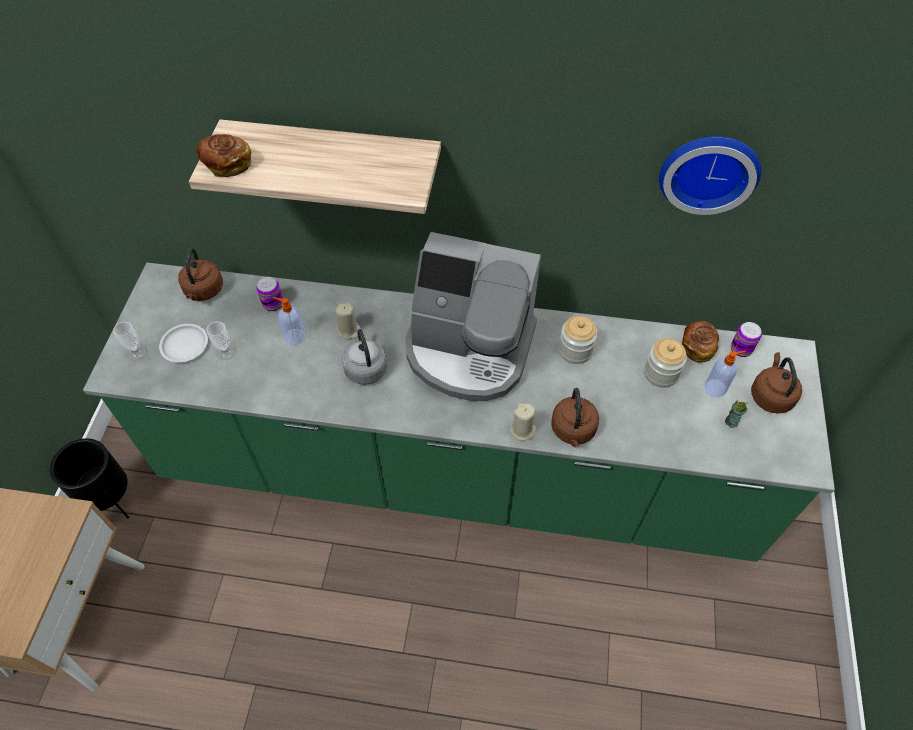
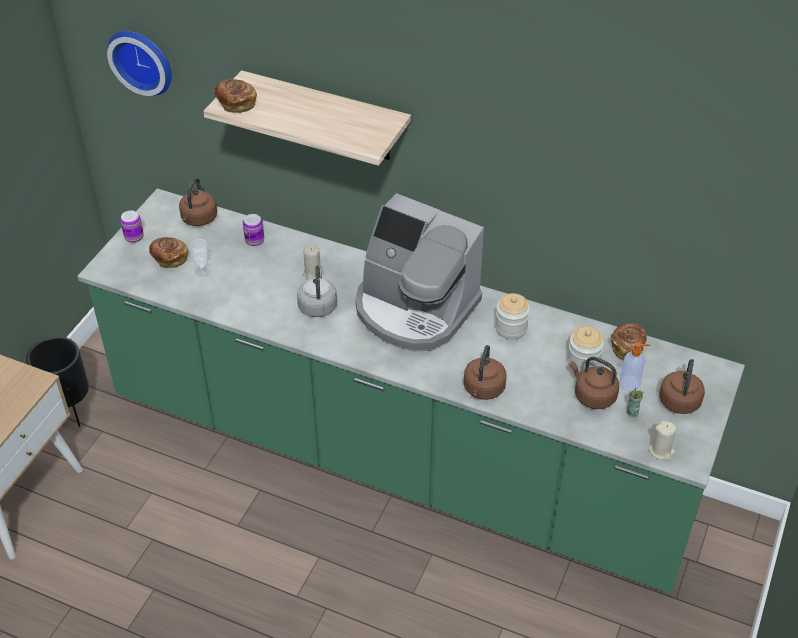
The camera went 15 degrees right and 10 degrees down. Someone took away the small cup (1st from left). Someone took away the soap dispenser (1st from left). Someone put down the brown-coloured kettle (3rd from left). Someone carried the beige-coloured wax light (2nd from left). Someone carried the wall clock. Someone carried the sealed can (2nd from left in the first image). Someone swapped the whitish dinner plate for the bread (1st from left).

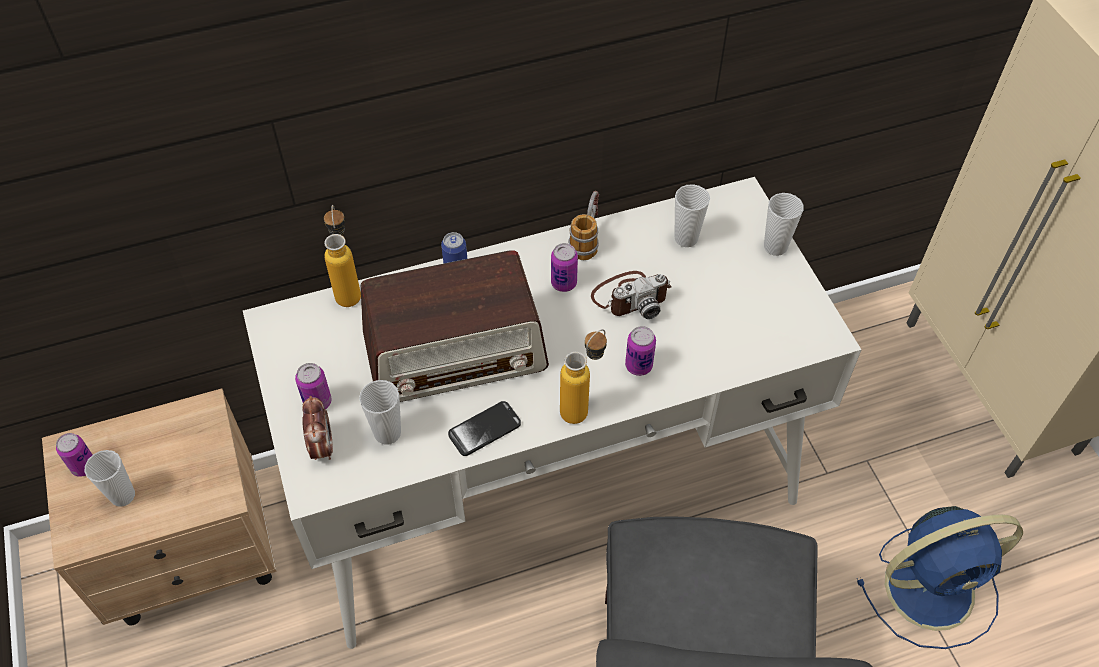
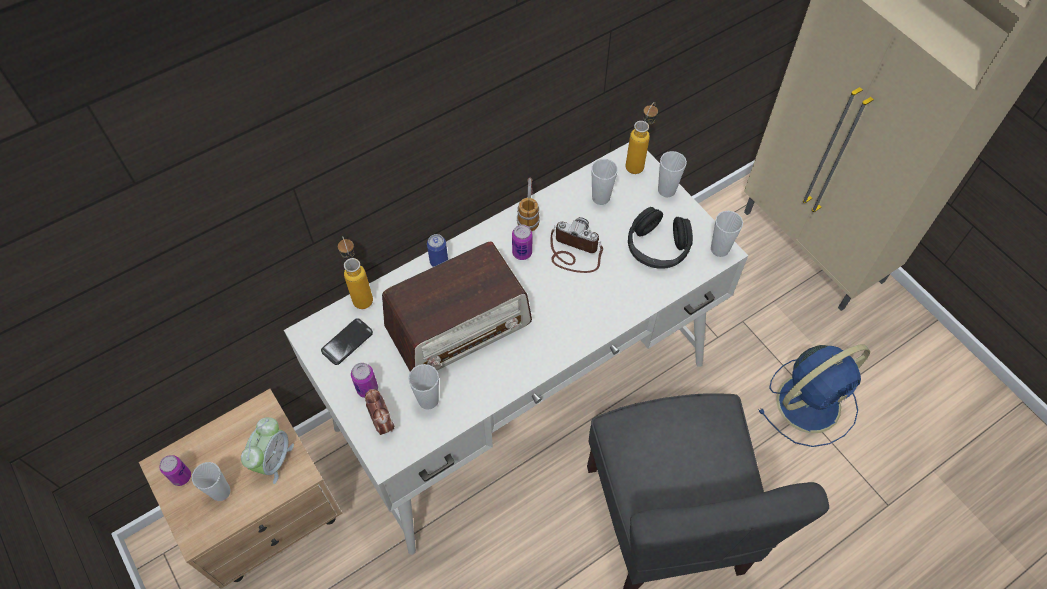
The camera went 15 degrees left and 5 degrees up. Someone took away the sealed can (5th from left). Someone put down the bedside clock (1st from left). Someone put down the black headphones. Someone put down the small cup (5th from left). Someone carried the handset. Someone carried the beverage bottle (2nd from left). Someone rotated the still camera by 120 degrees counterclockwise.

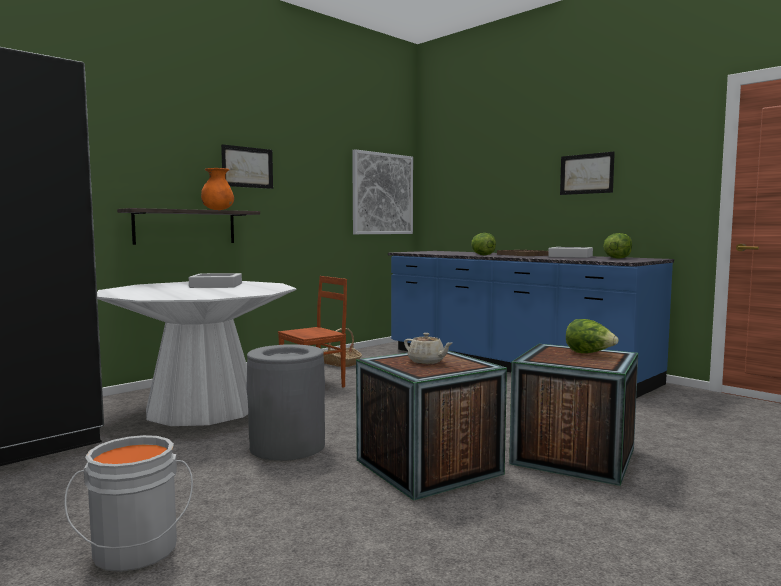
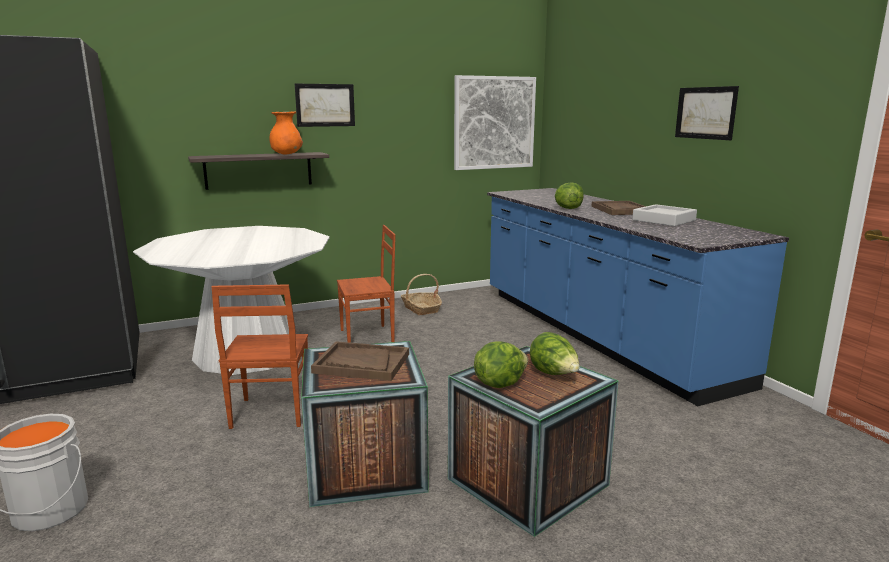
The camera went 20 degrees right and 10 degrees up. Someone took away the greyish carrying tray (1st from left). Someone carried the head of lettuce (3rd from left in the first image). Someone swapped the greyish rubbish bin for the brown-coloured plain chair (1st from left). Someone swapped the beige-coloured tea pot for the brown-coloured carrying tray (1st from left).

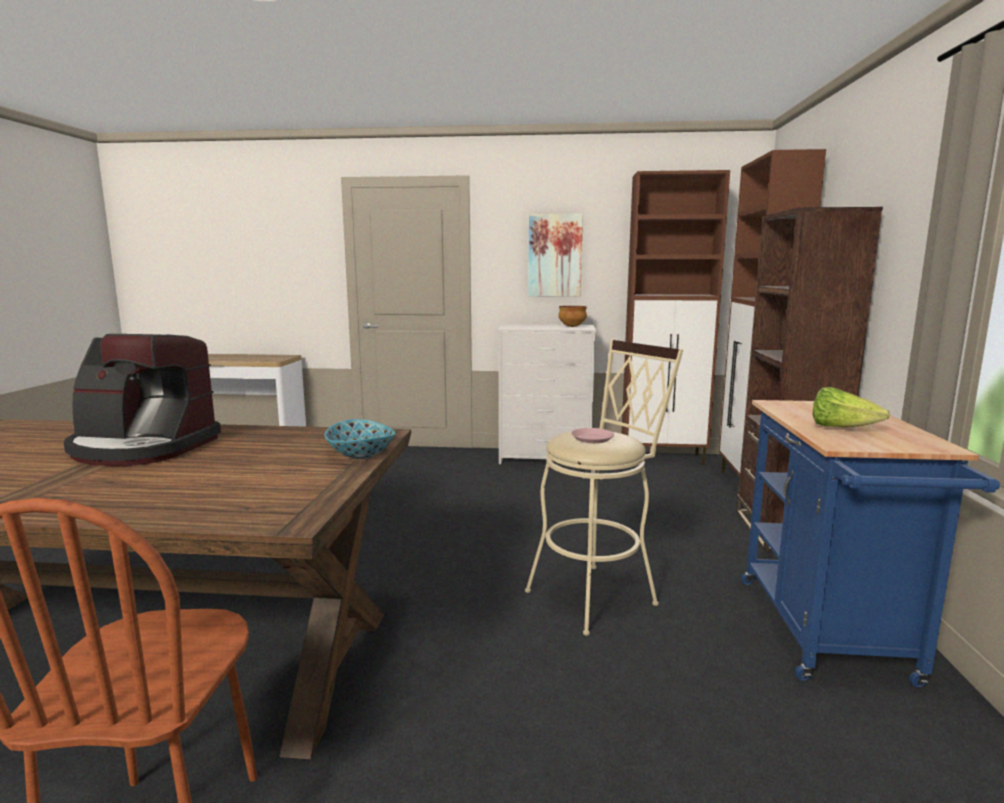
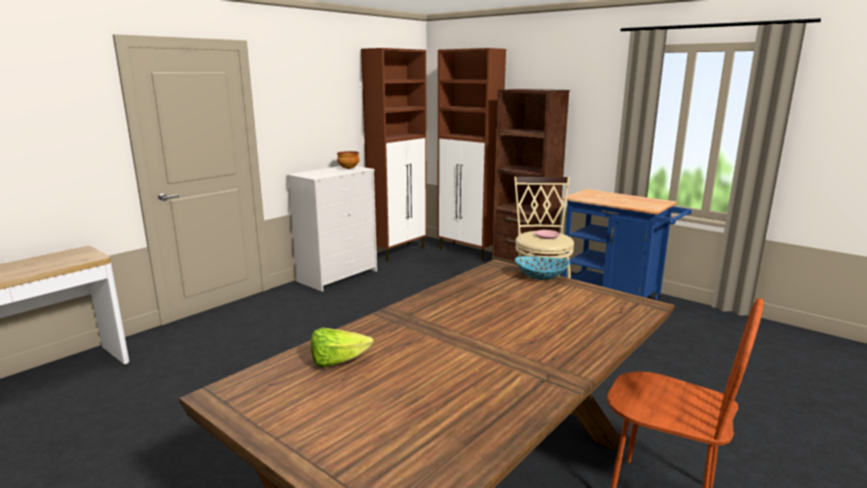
The camera went 55 degrees left and 5 degrees up. Someone took away the coffee brewer. Someone took away the picture. Someone carried the head of lettuce.

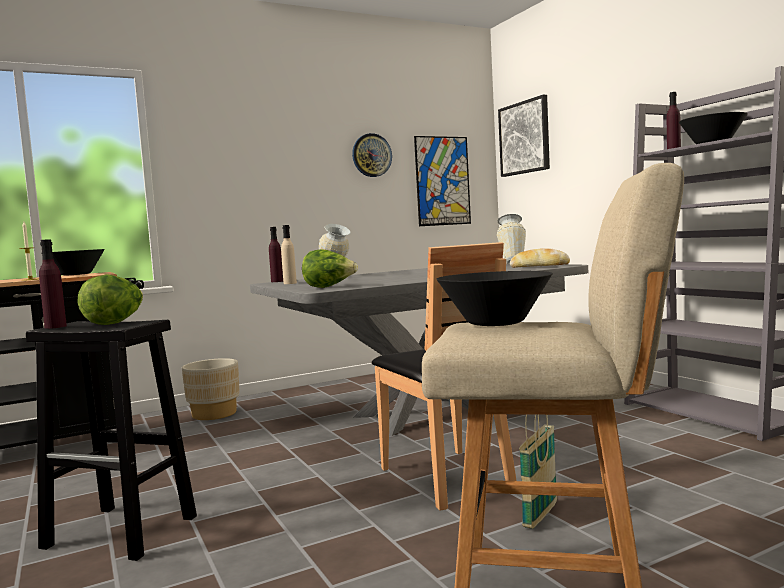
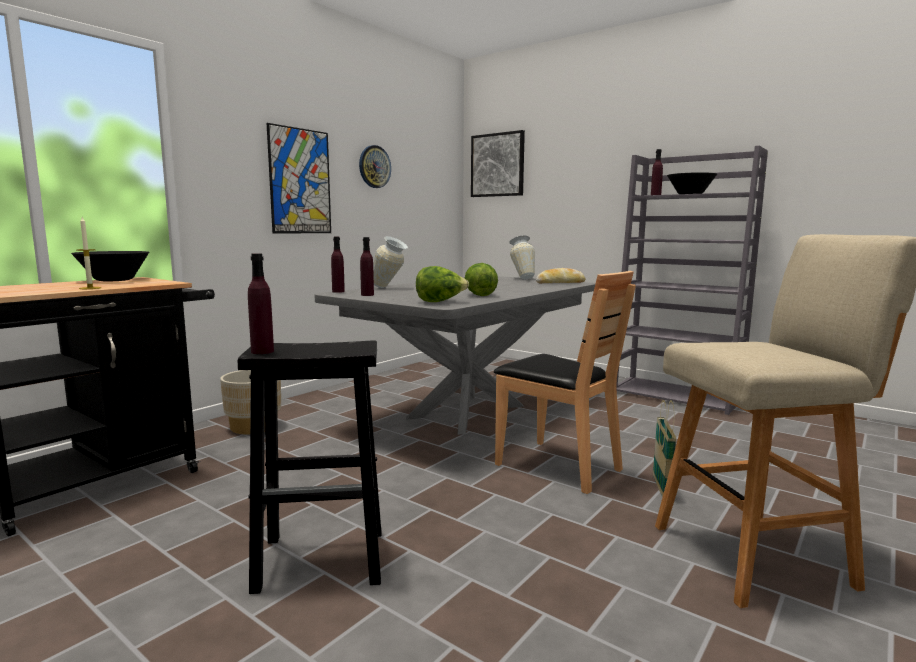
The camera went 25 degrees left and 5 degrees up. Someone took away the black serving bowl (2nd from left). Someone carried the head of lettuce (1st from left in the first image). Someone carried the picture (1st from left). Someone repainted the beige-coloured beverage bottle, which became the purple-coloured beverage bottle (3rd from left).

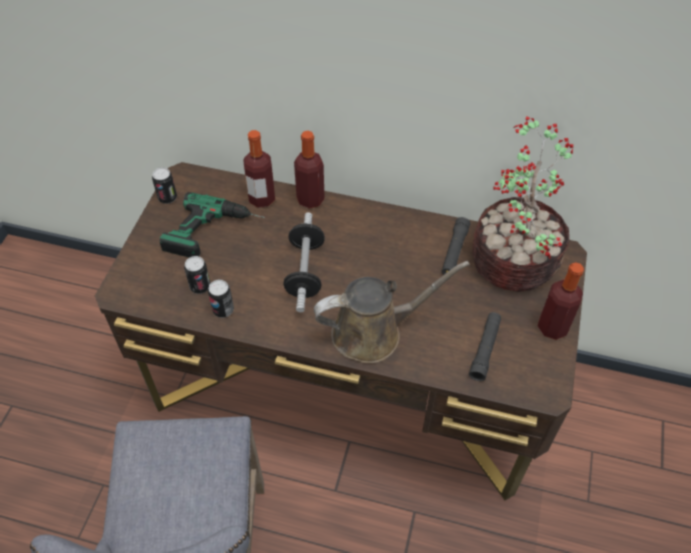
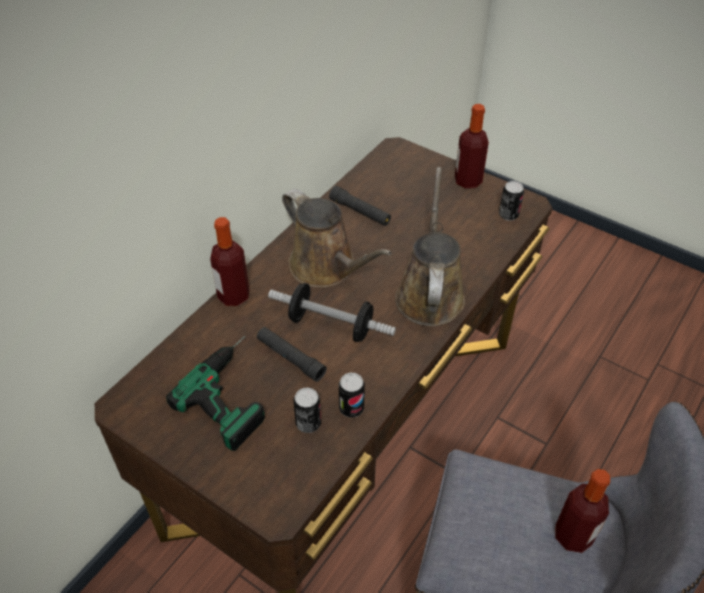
The camera went 70 degrees left and 5 degrees down. Someone took away the potted plant. Someone put down the brown-coloured sprinkling can (1st from left). Someone carried the sealed can (1st from left in the first image). Someone carried the beverage bottle (1st from left in the first image). Someone carried the black hand torch (2nd from left in the first image).

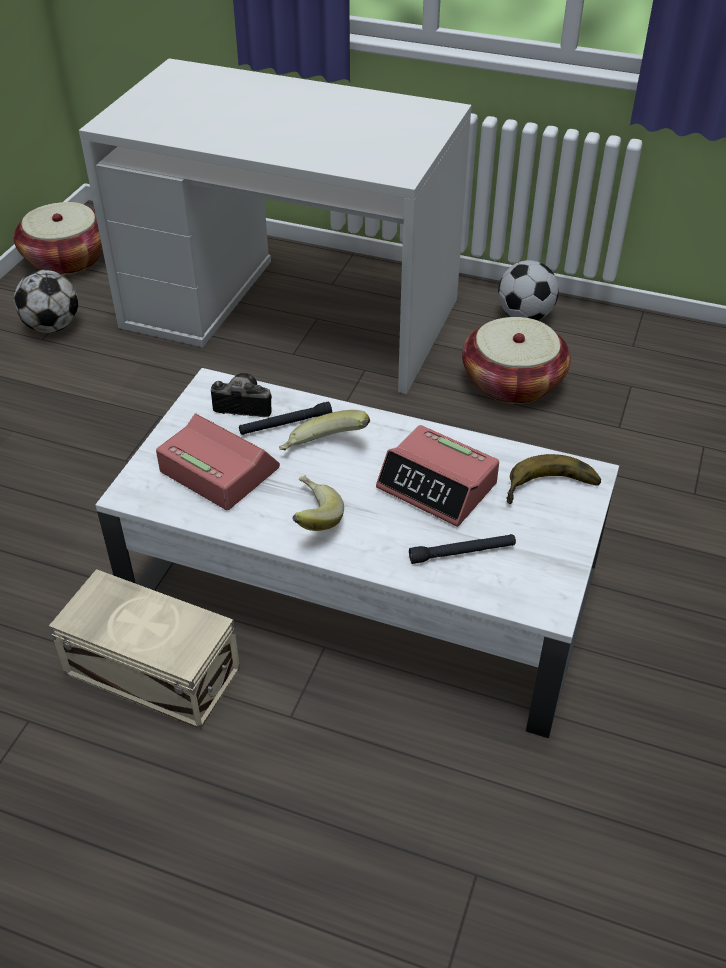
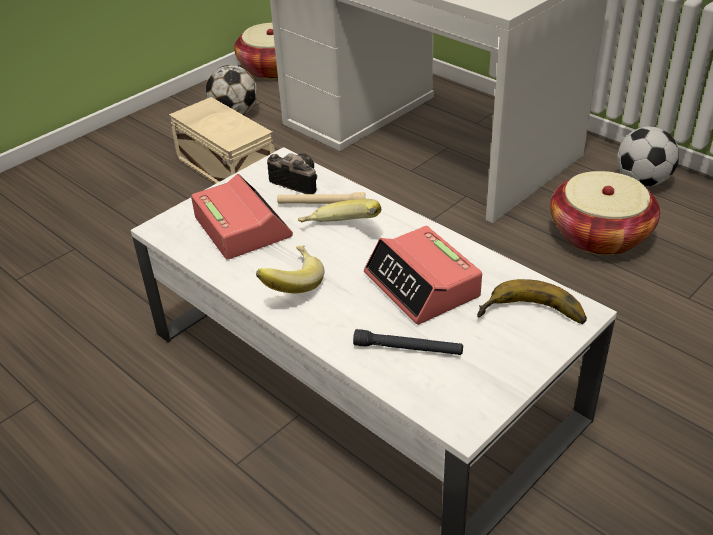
The camera went 25 degrees right and 5 degrees down. Someone carried the beige-coloured storage box. Someone repainted the black hand torch (1st from left), which became the beige-coloured hand torch.

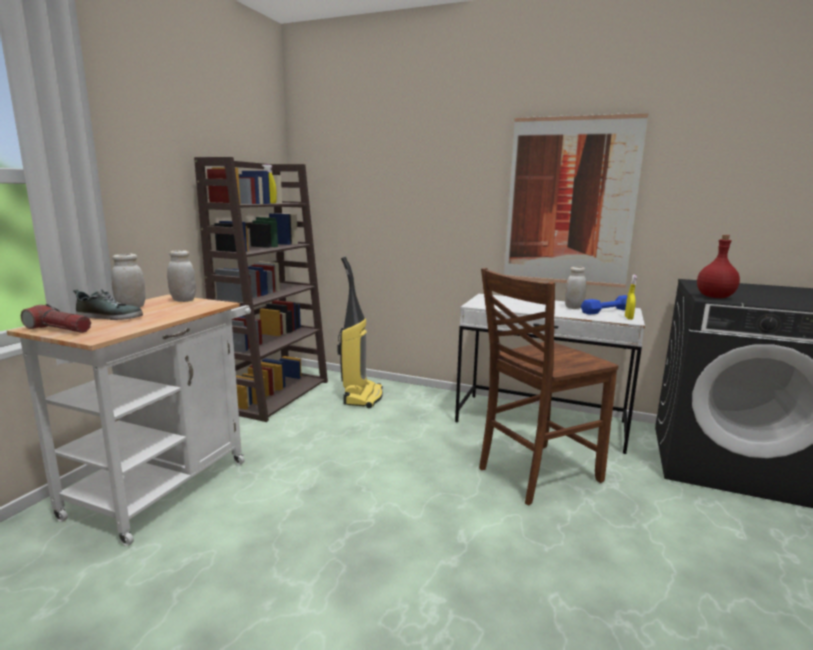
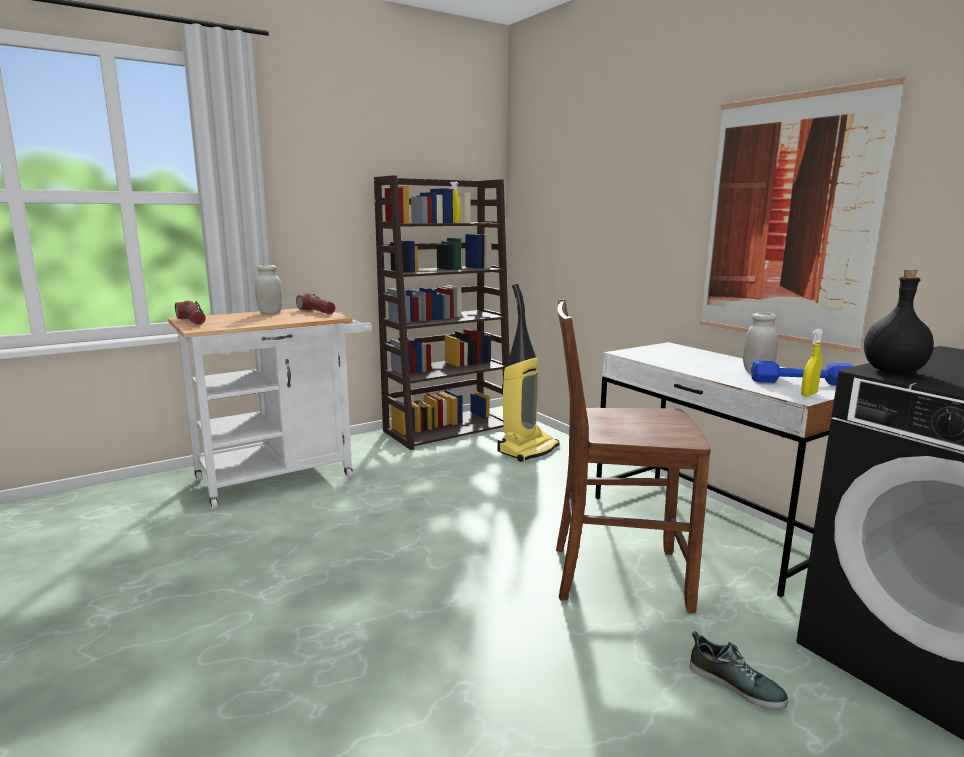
The camera went 35 degrees right and 0 degrees up. Someone carried the item of footwear. Someone swapped the whitish preserve jar (2nd from left) for the hand torch (2nd from left). Someone repainted the red beverage bottle, which became the black beverage bottle.

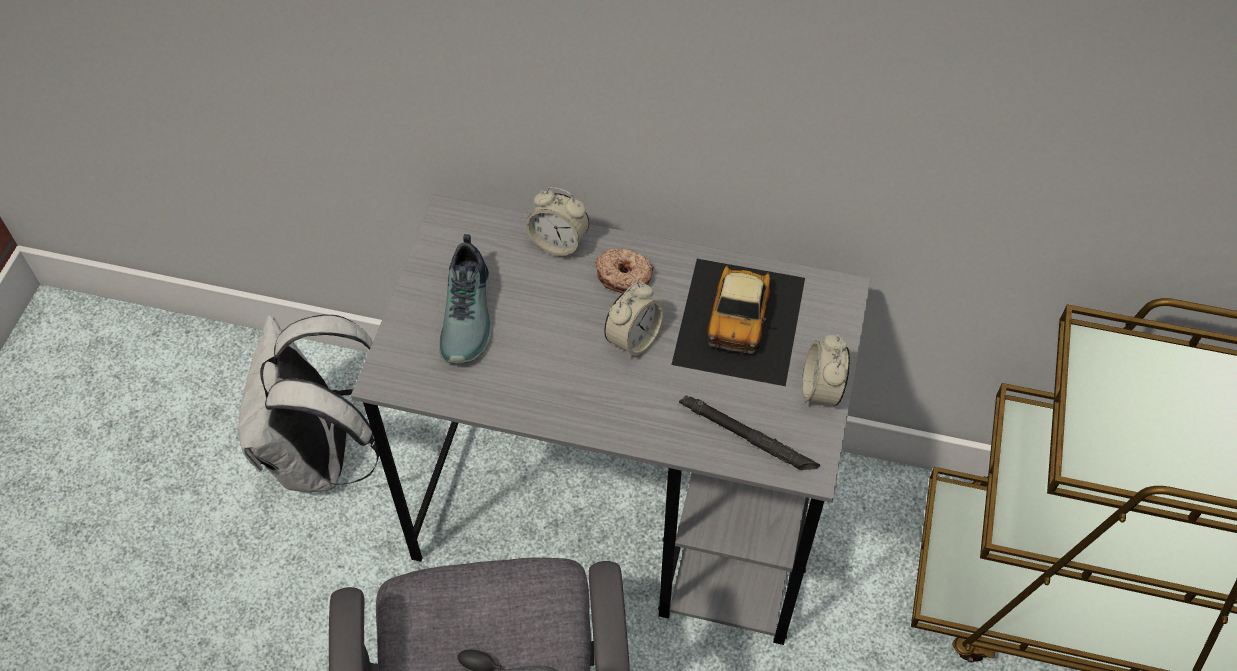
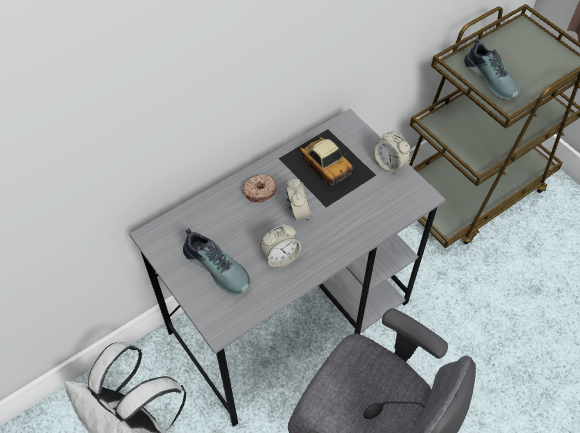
The camera went 50 degrees left and 0 degrees up. Someone took away the black hand torch. Someone put down the item of footwear (2nd from left). Someone carried the bedside clock (1st from left).

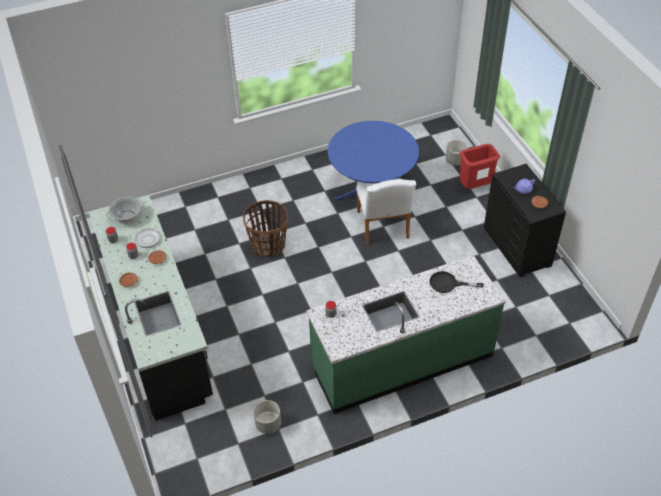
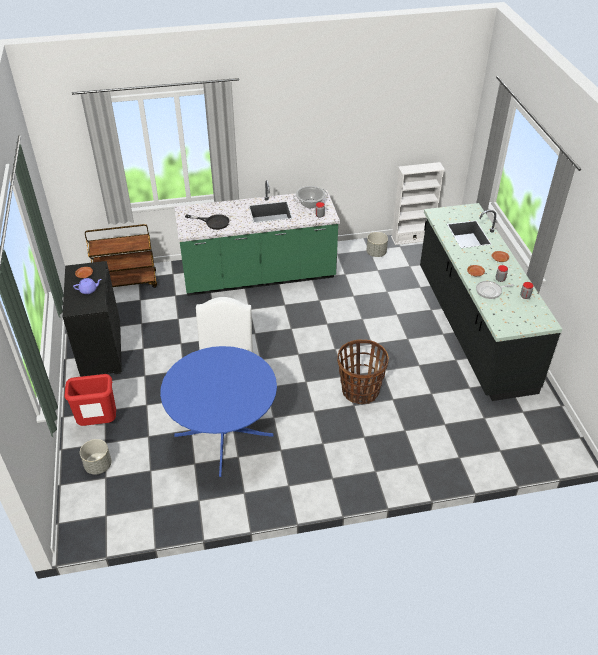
The camera went 170 degrees left and 5 degrees down. Someone put down the brown-coloured cart. Someone put down the whitish shelving unit. Someone carried the stockpot.

